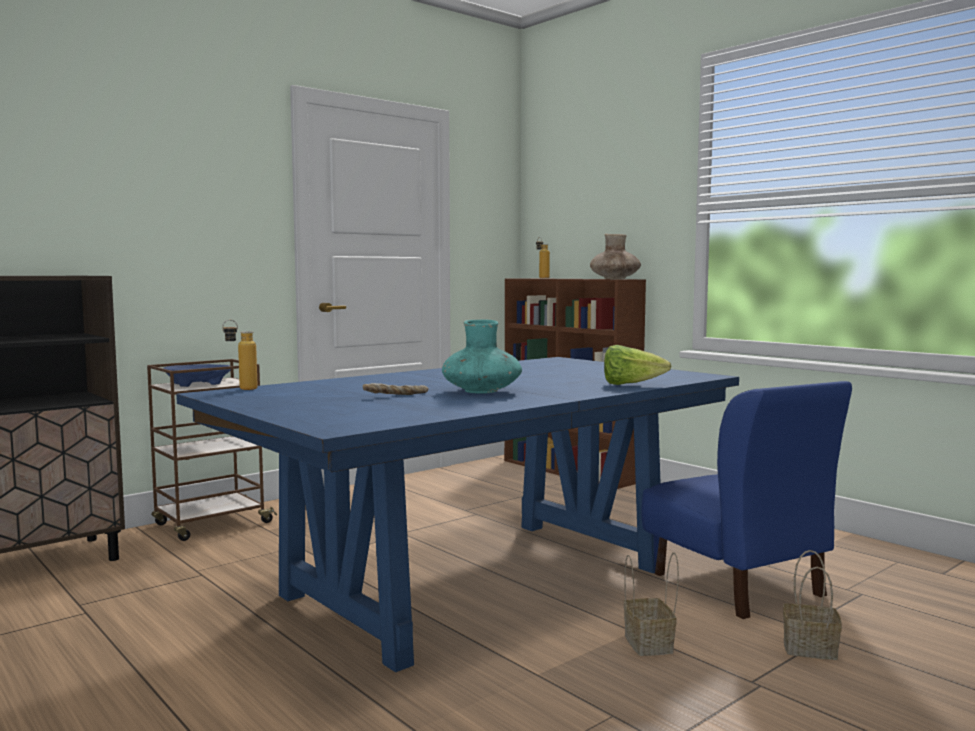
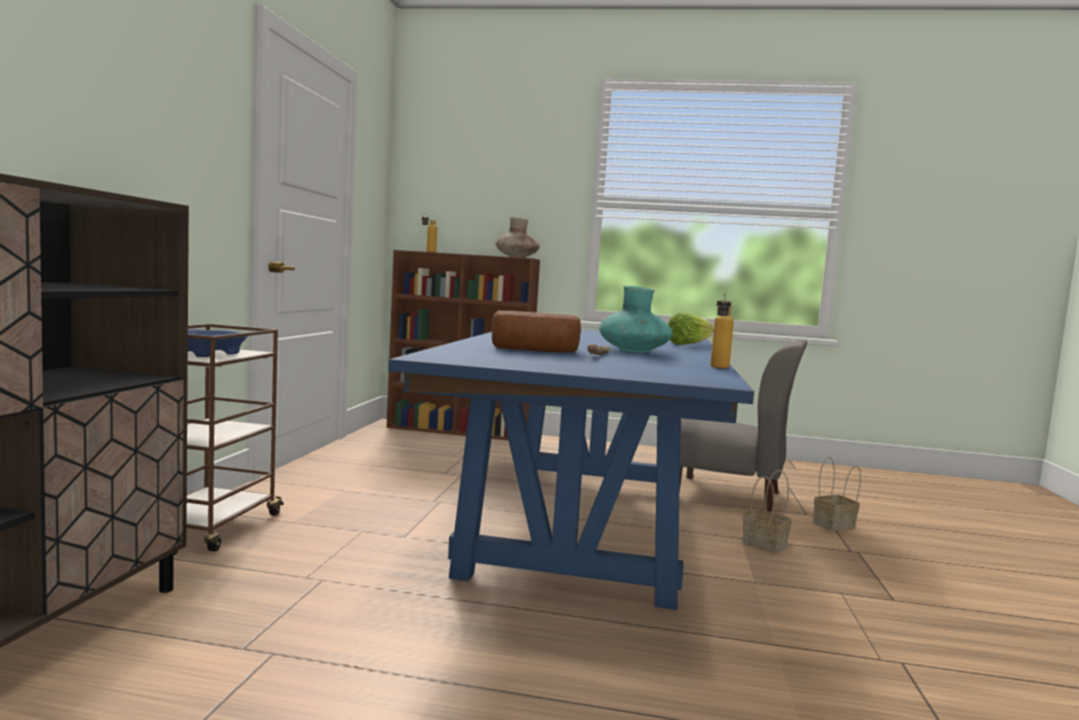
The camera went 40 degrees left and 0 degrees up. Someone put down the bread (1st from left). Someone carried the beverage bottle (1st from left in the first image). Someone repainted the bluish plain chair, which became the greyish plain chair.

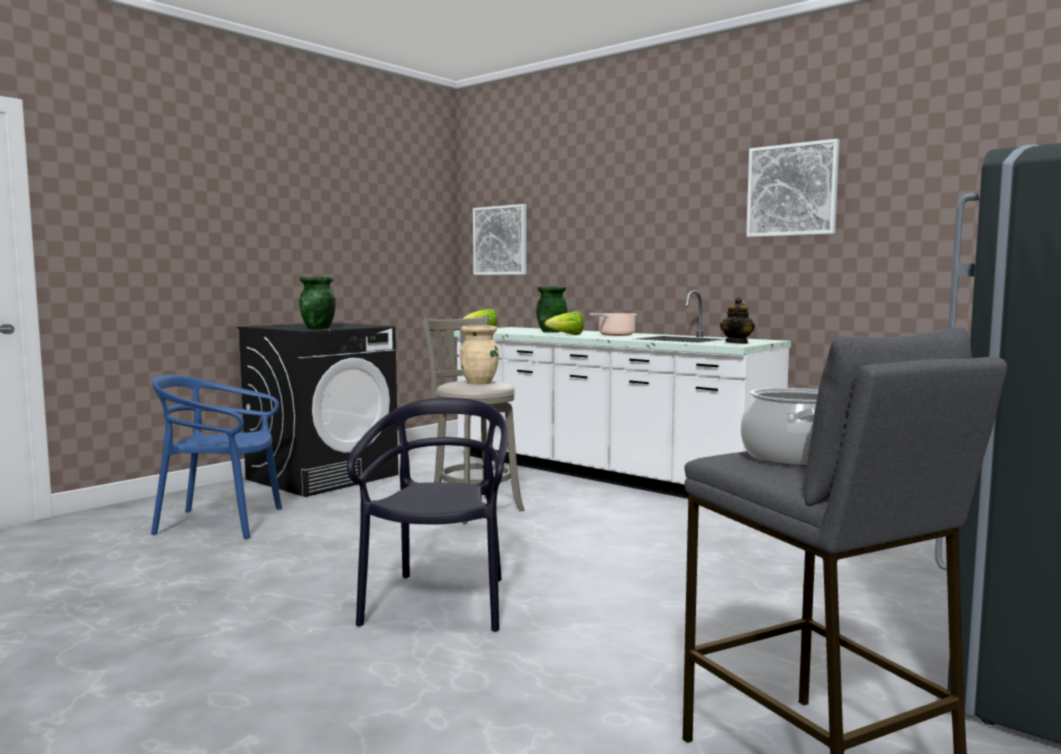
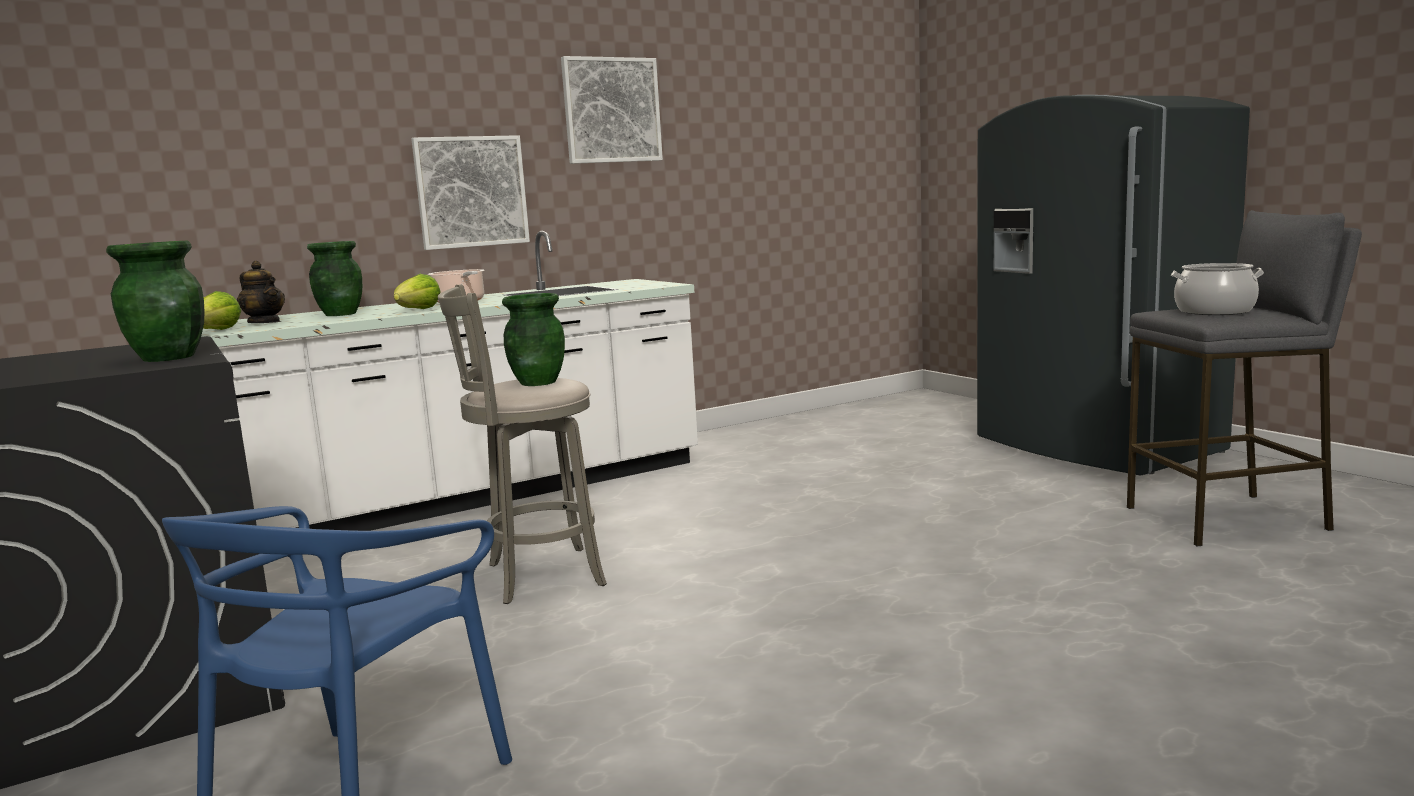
The camera went 70 degrees left and 5 degrees up. Someone took away the black plain chair. Someone carried the picture (1st from left). Someone carried the tea pot. Someone repainted the beige-coloured flower vase, which became the greenish flower vase (3rd from left).

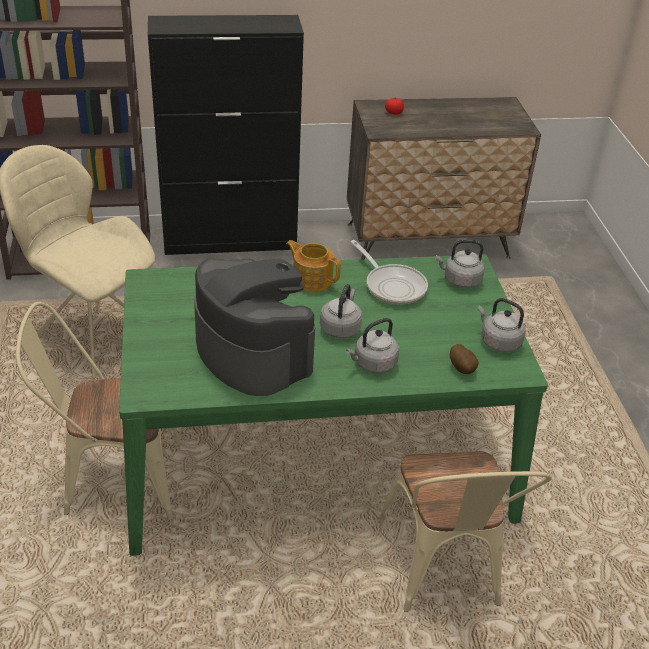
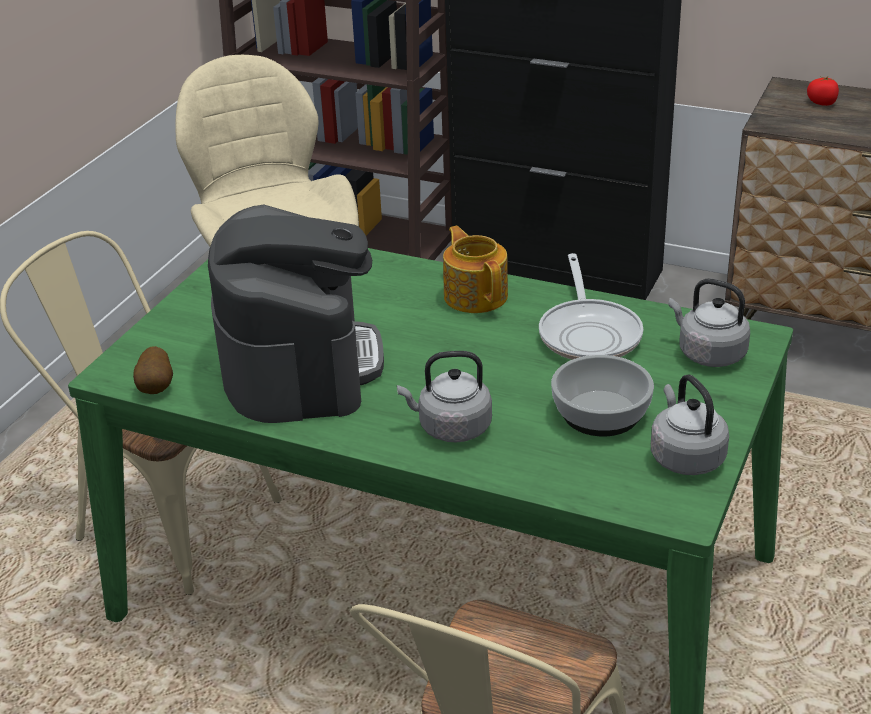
The camera went 35 degrees right and 5 degrees down. Someone took away the greyish kettle (1st from left). Someone put down the serving bowl. Someone carried the potato.

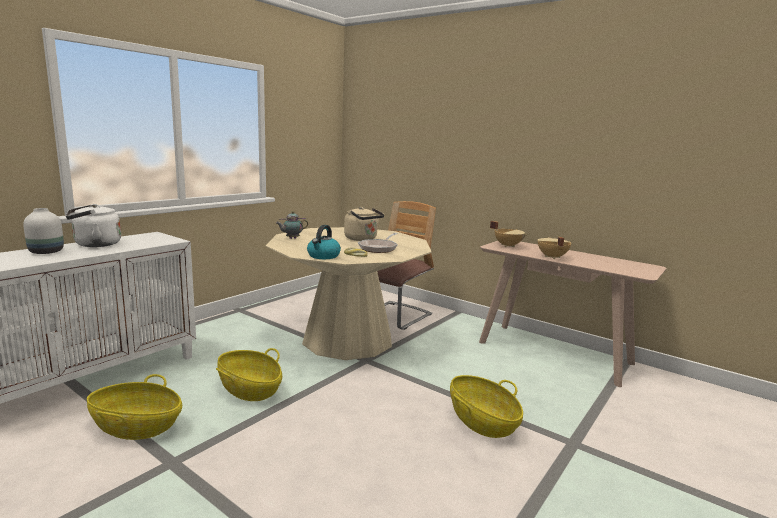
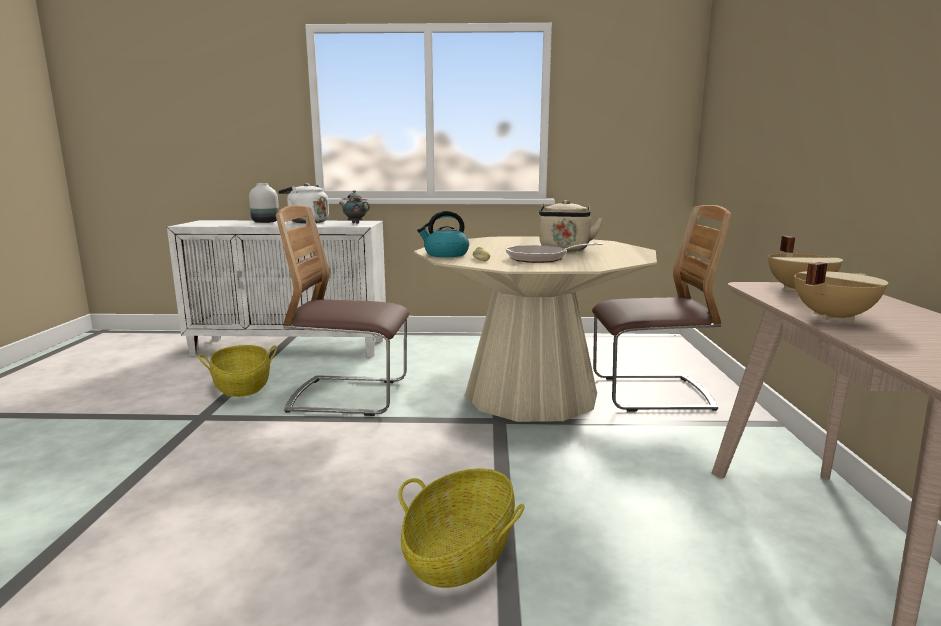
The camera went 55 degrees right and 0 degrees up. Someone carried the tea pot. Someone swapped the storage basket (2nd from left) for the plain chair (1st from left).

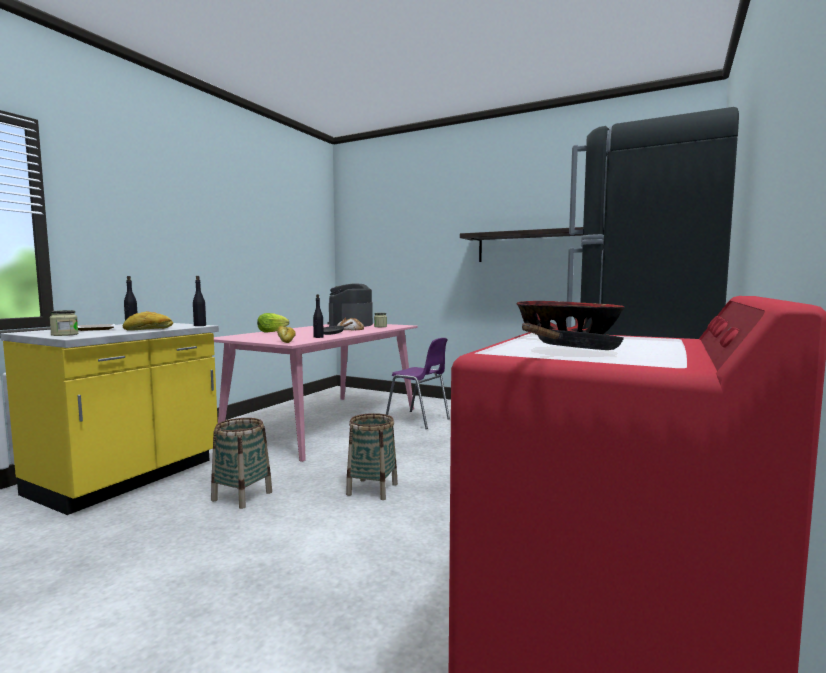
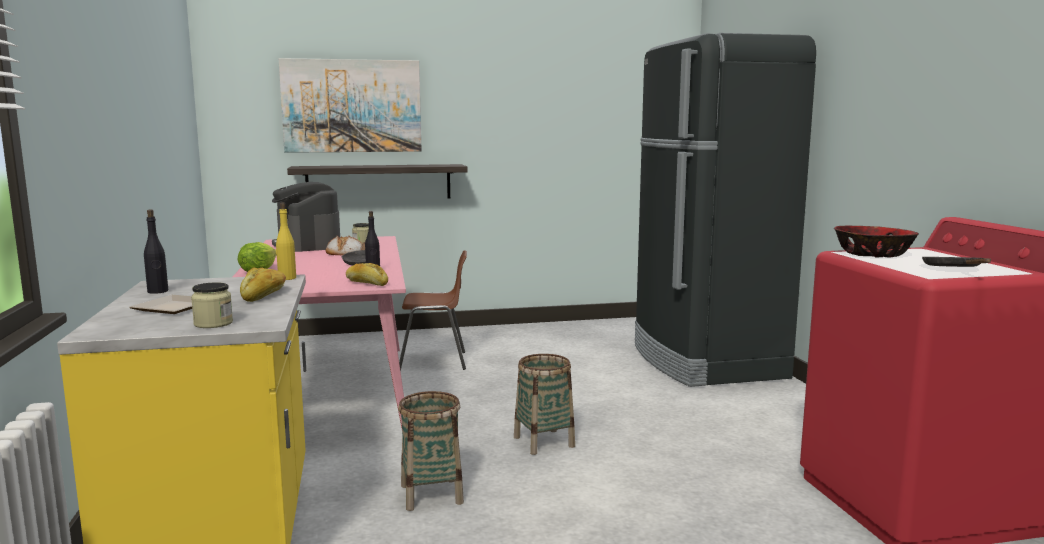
The camera went 40 degrees left and 5 degrees up. Someone put up the picture. Someone carried the bracket shelf. Someone repainted the black beverage bottle (2nd from left), which became the yellow-coloured beverage bottle. Someone repainted the purple-coloured plain chair, which became the brown-coloured plain chair.

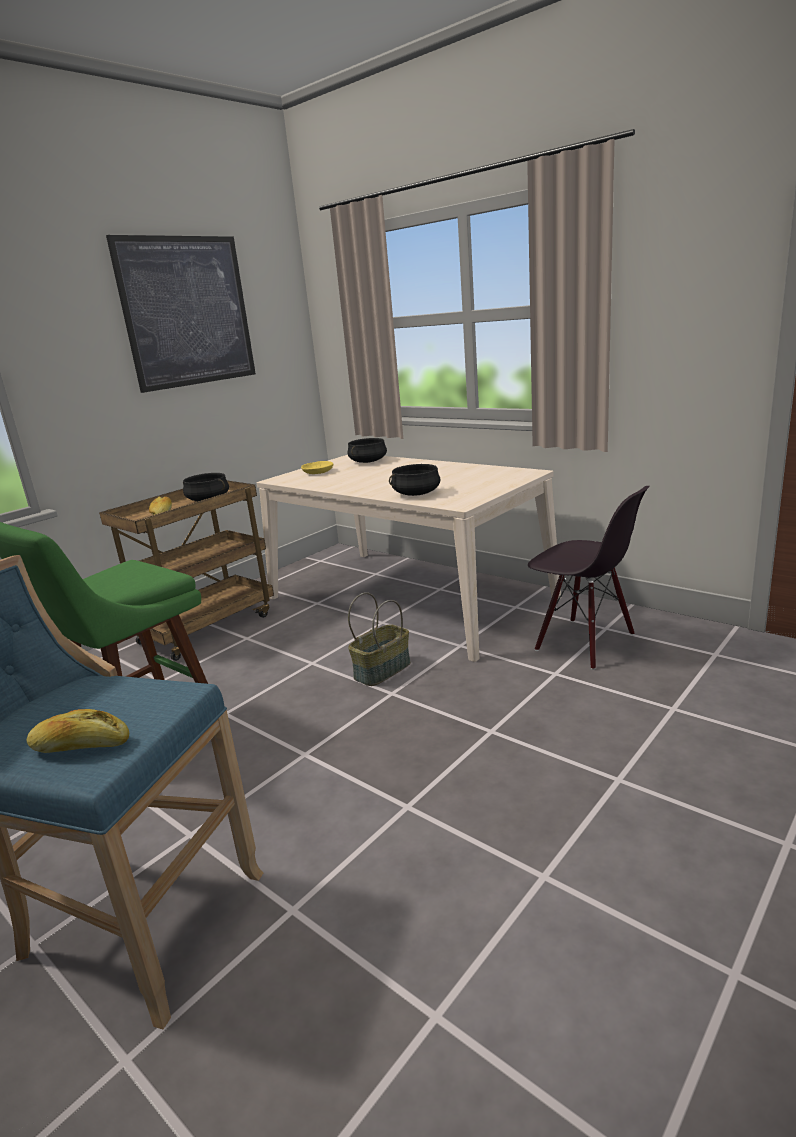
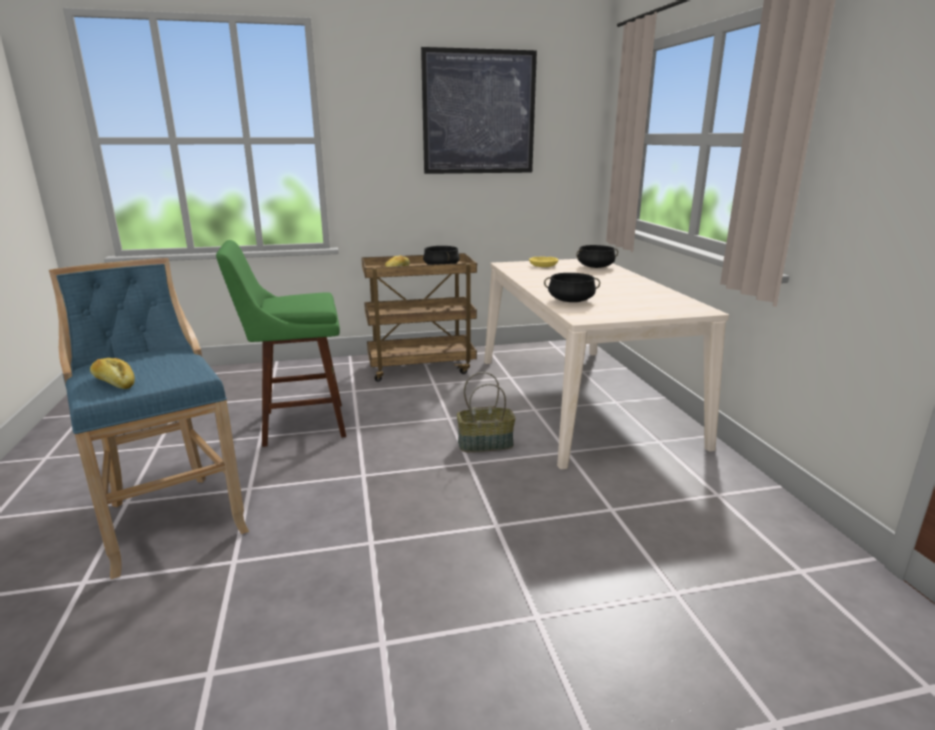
The camera went 35 degrees right and 0 degrees up. Someone took away the black plain chair.

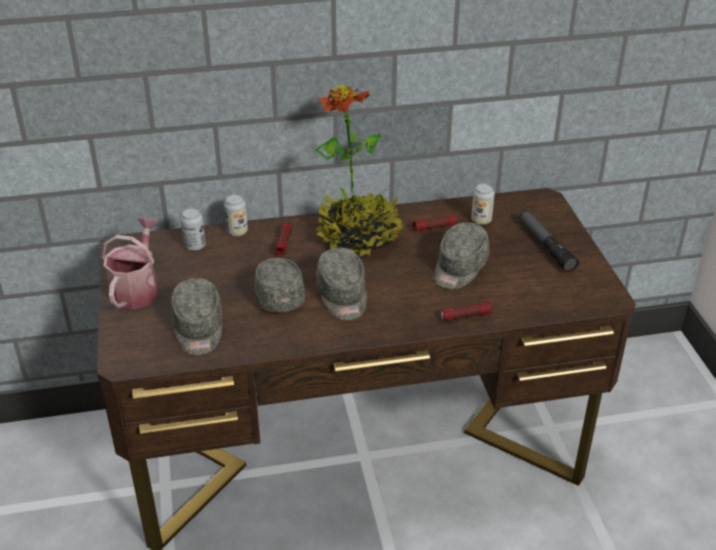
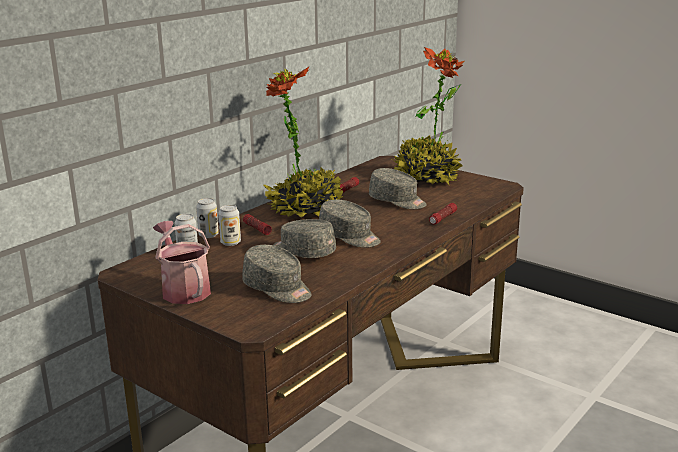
The camera went 40 degrees left and 15 degrees down. Someone carried the sealed can (3rd from left). Someone swapped the hand torch (4th from left) for the potted plant (2nd from left). Someone rotated the greyish peaked cap (4th from left) by 45 degrees counterclockwise.

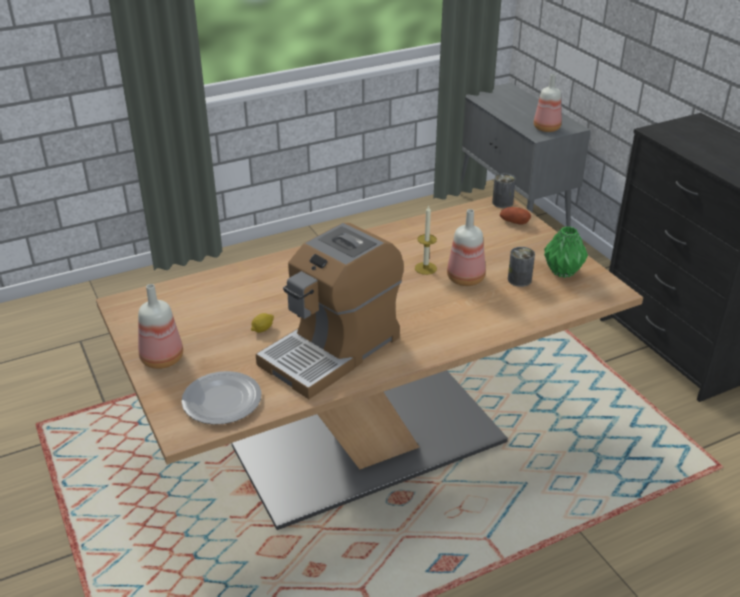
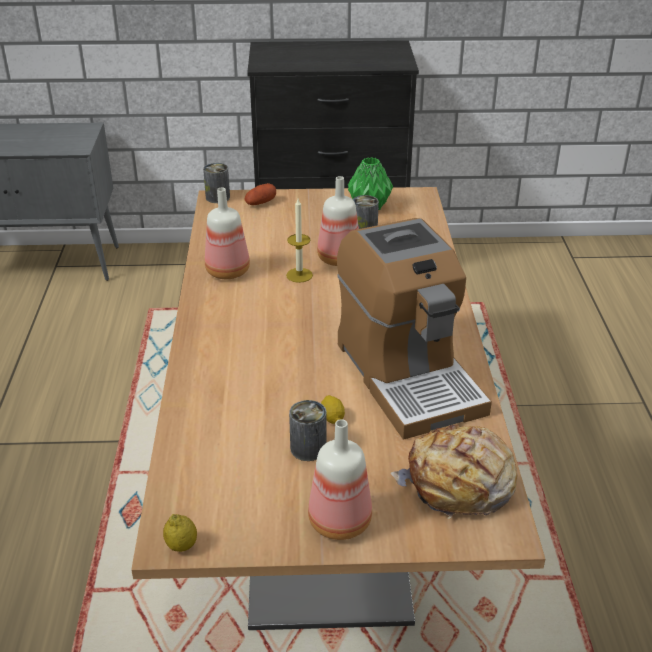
The camera went 65 degrees left and 0 degrees up. Someone put down the whole lemon (1st from left). Someone put down the sealed can (2nd from left). Someone carried the beverage bottle (3rd from left in the first image). Someone swapped the dinner plate for the bread.

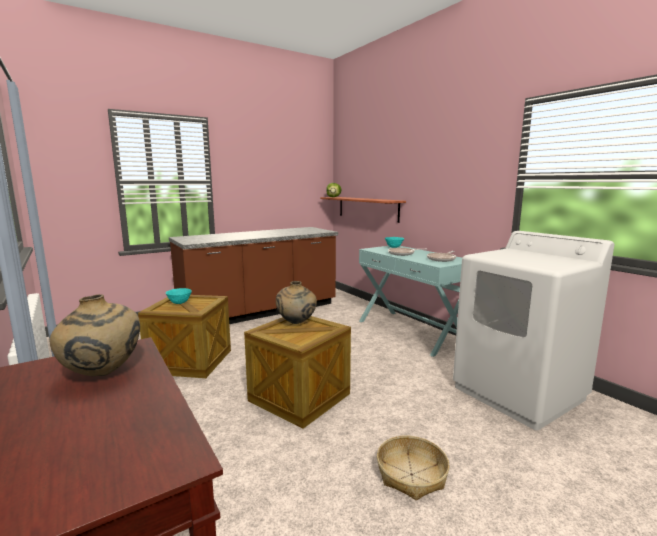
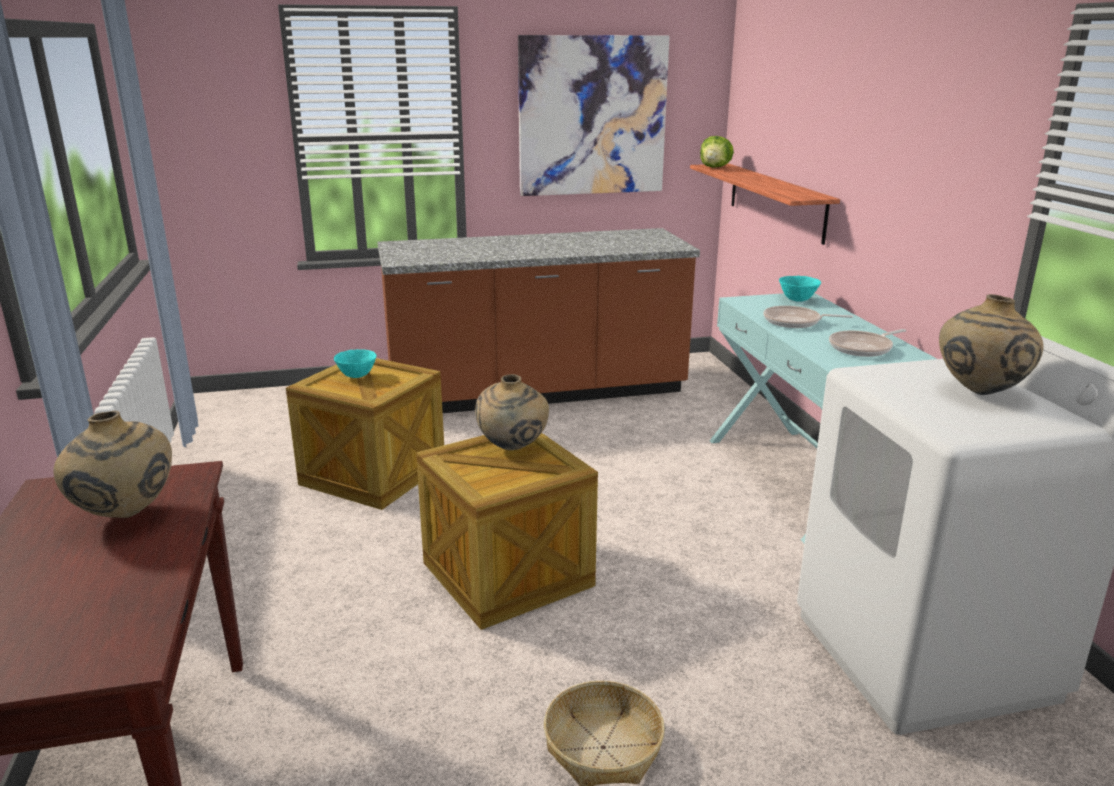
The camera went 20 degrees right and 10 degrees up. Someone put up the picture. Someone put down the beige-coloured flower vase (3rd from left).

